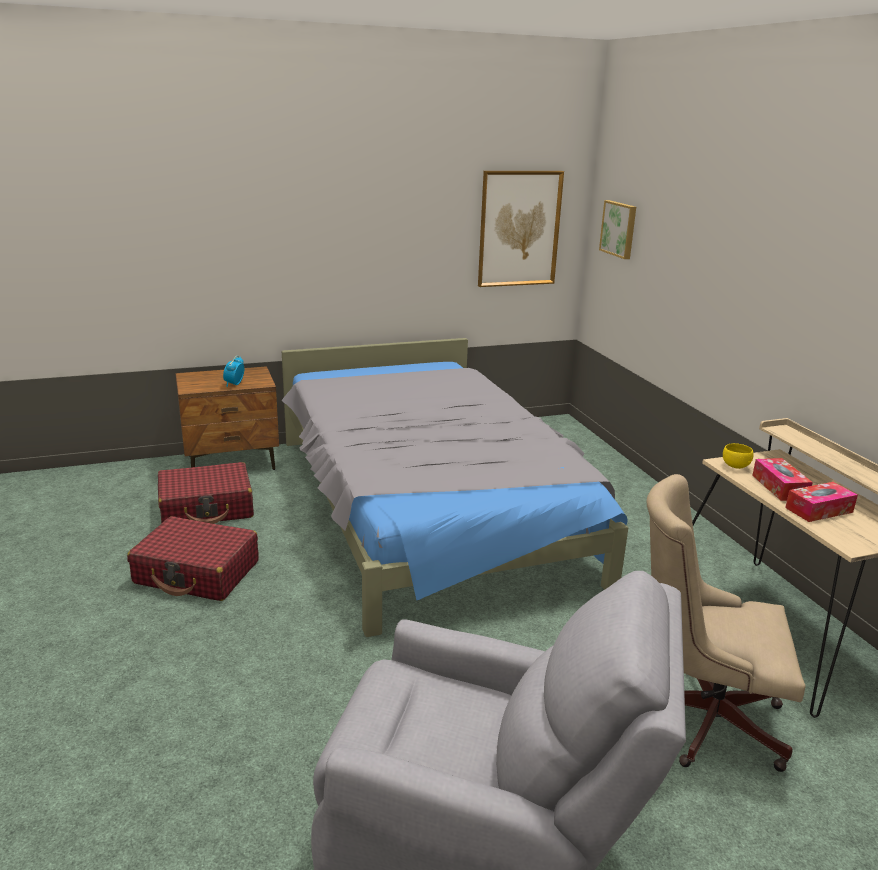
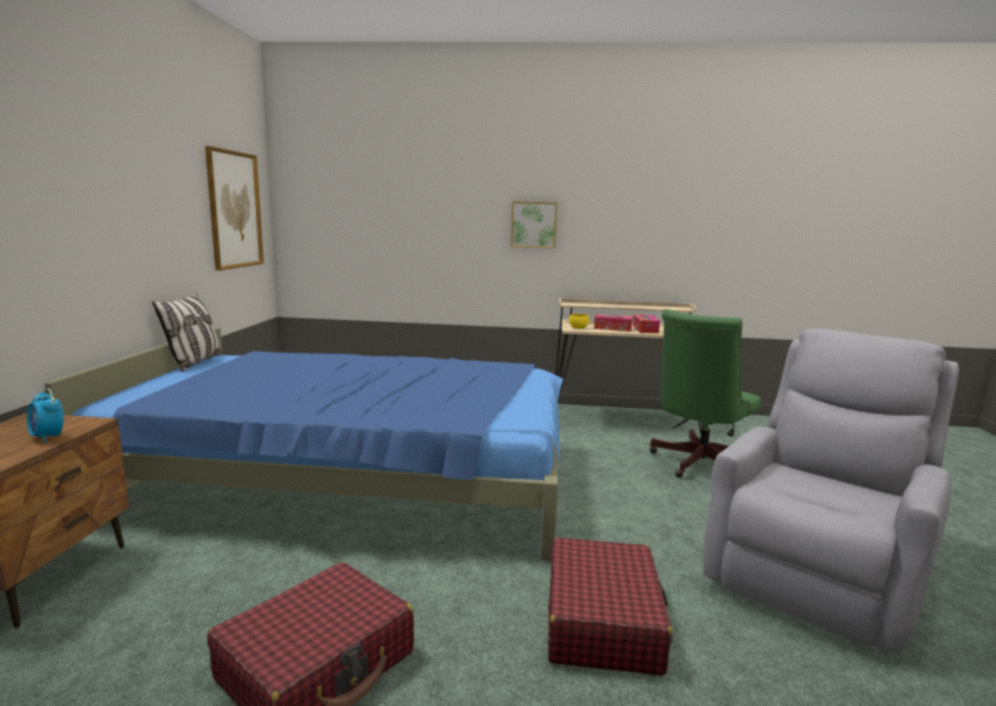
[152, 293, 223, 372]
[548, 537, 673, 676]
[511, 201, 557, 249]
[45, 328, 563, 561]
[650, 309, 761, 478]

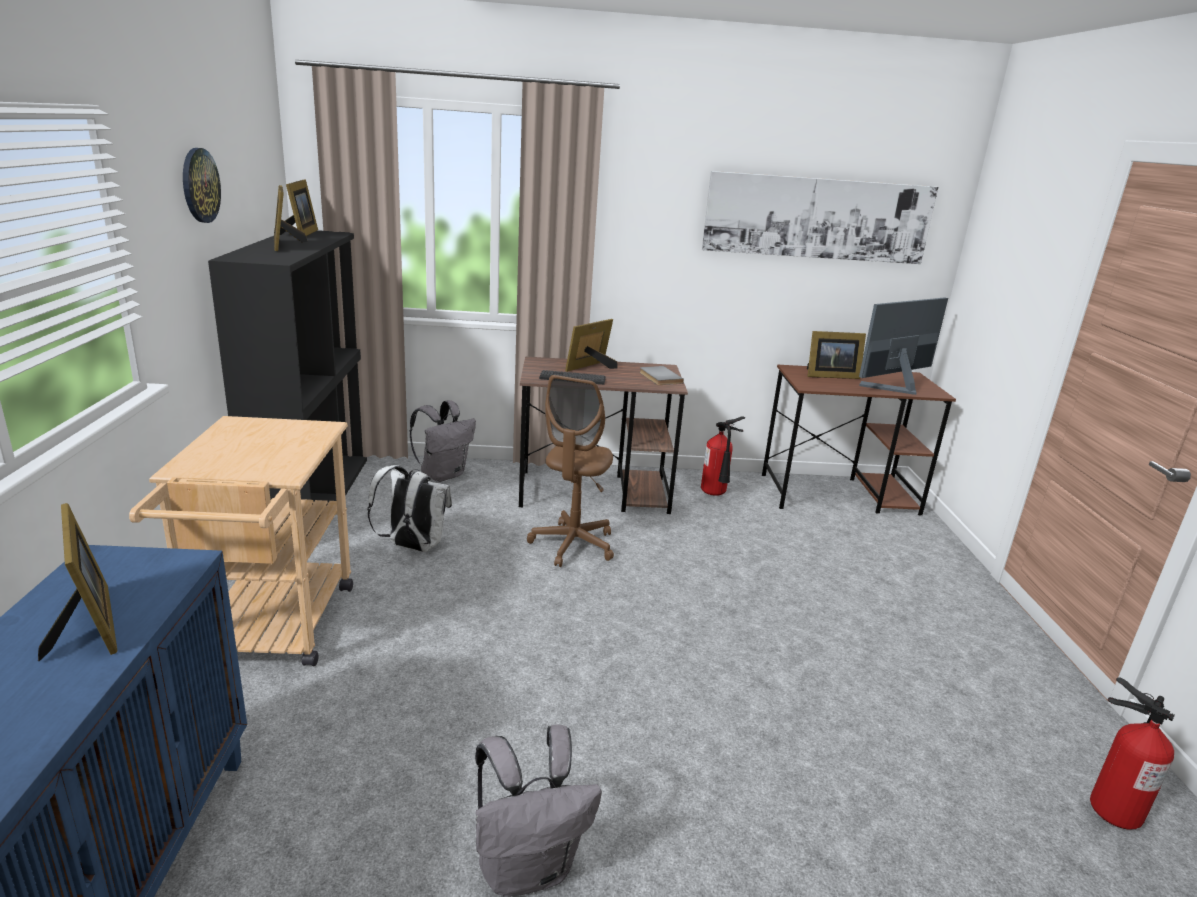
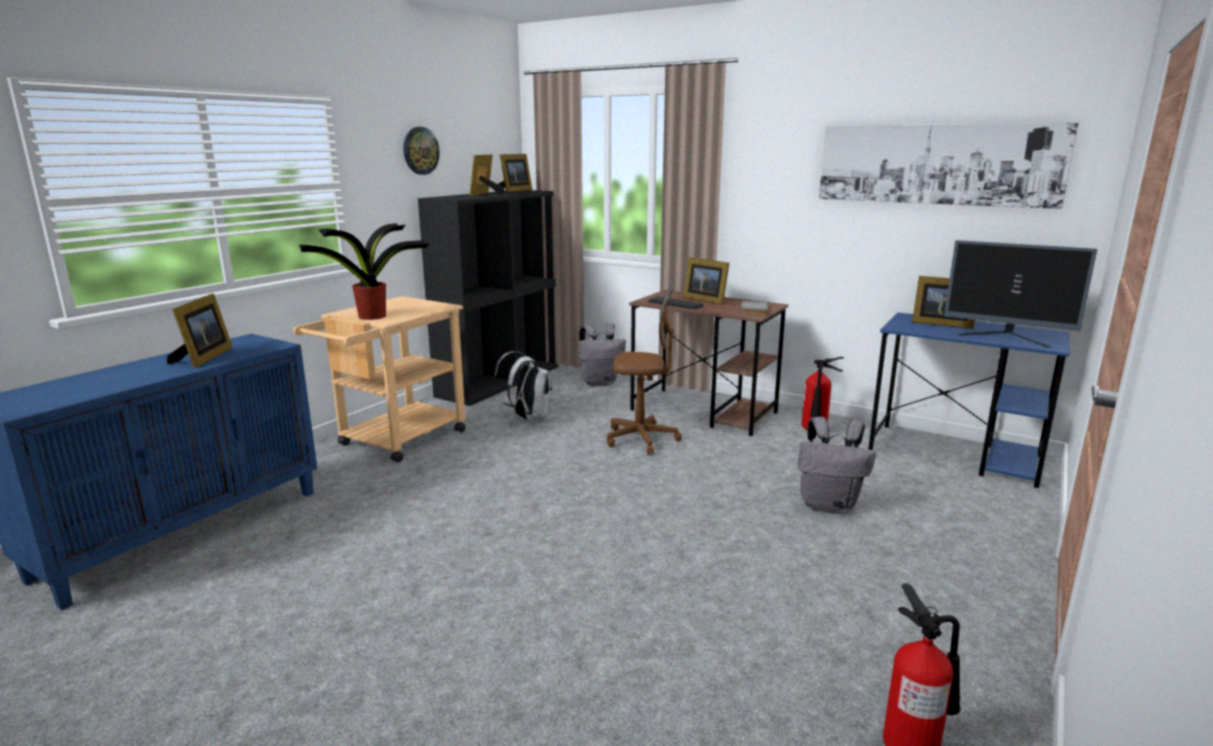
[299, 223, 429, 320]
[798, 417, 876, 514]
[868, 312, 1070, 488]
[607, 282, 682, 455]
[683, 257, 729, 305]
[944, 240, 1097, 348]

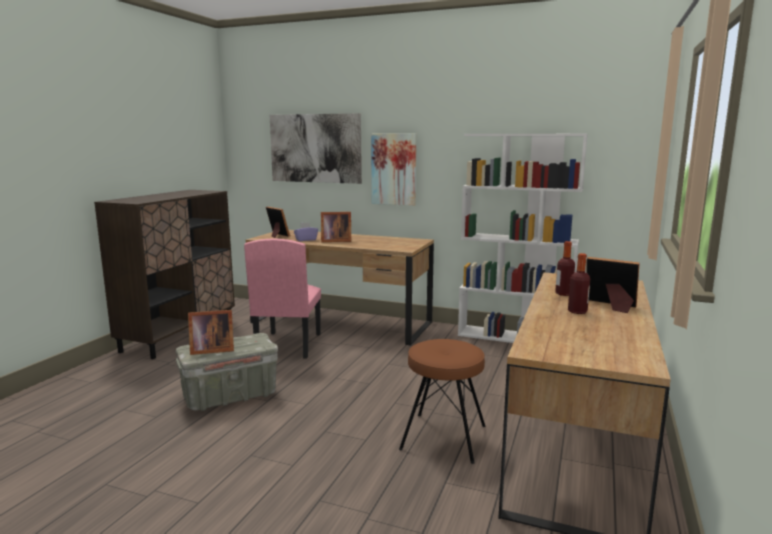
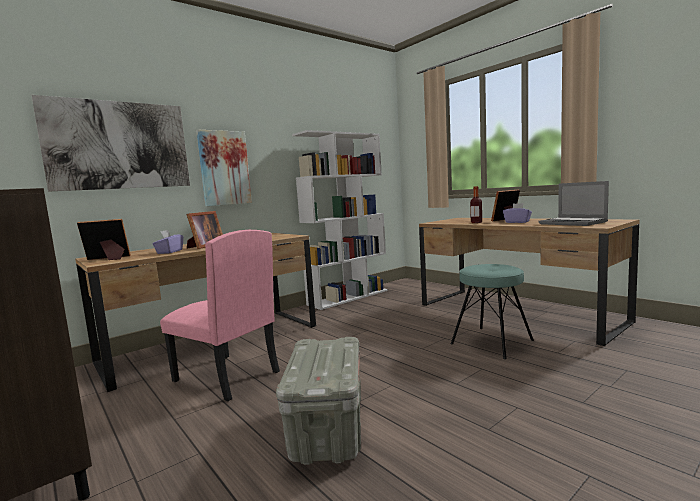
[188, 310, 234, 355] (first image)
[539, 181, 609, 226]
[503, 203, 532, 223]
[451, 264, 534, 359]

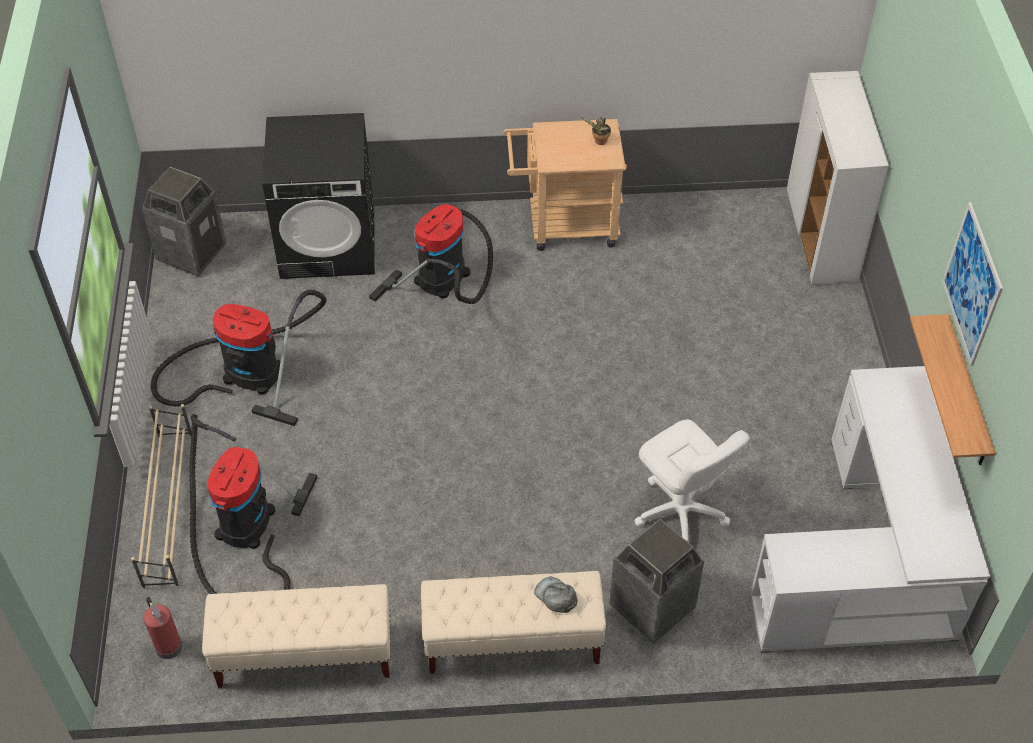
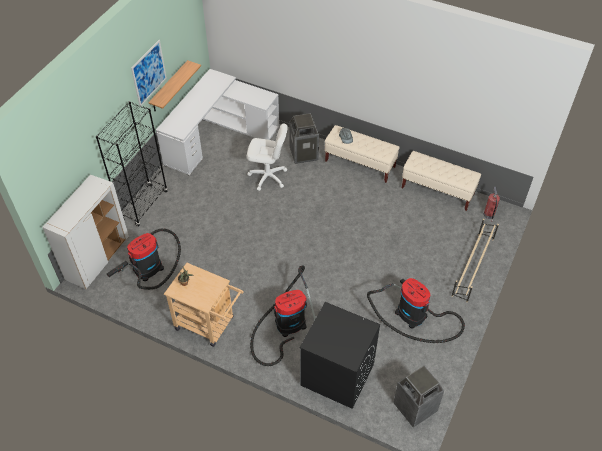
[96, 101, 168, 227]
[107, 228, 181, 290]
[247, 124, 288, 191]

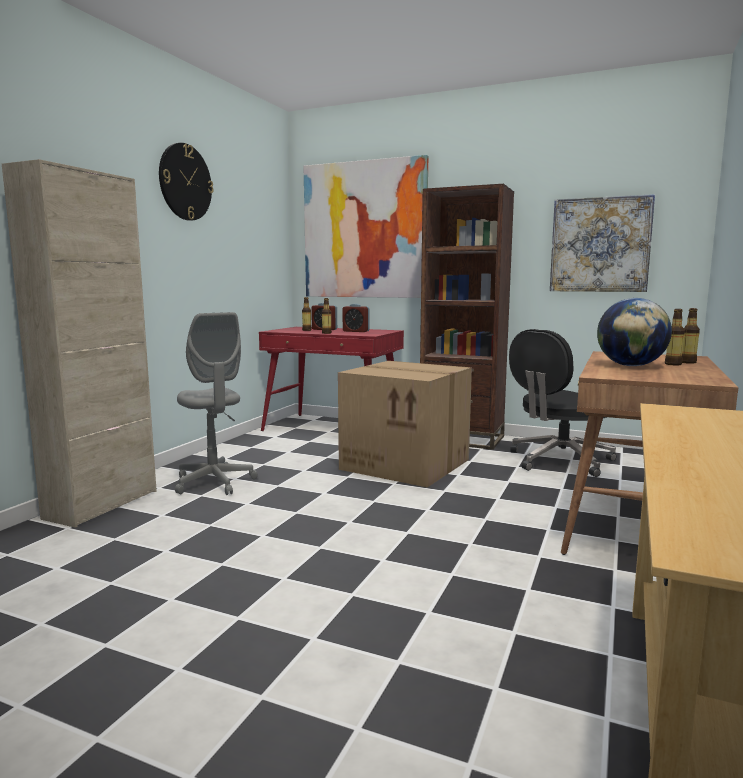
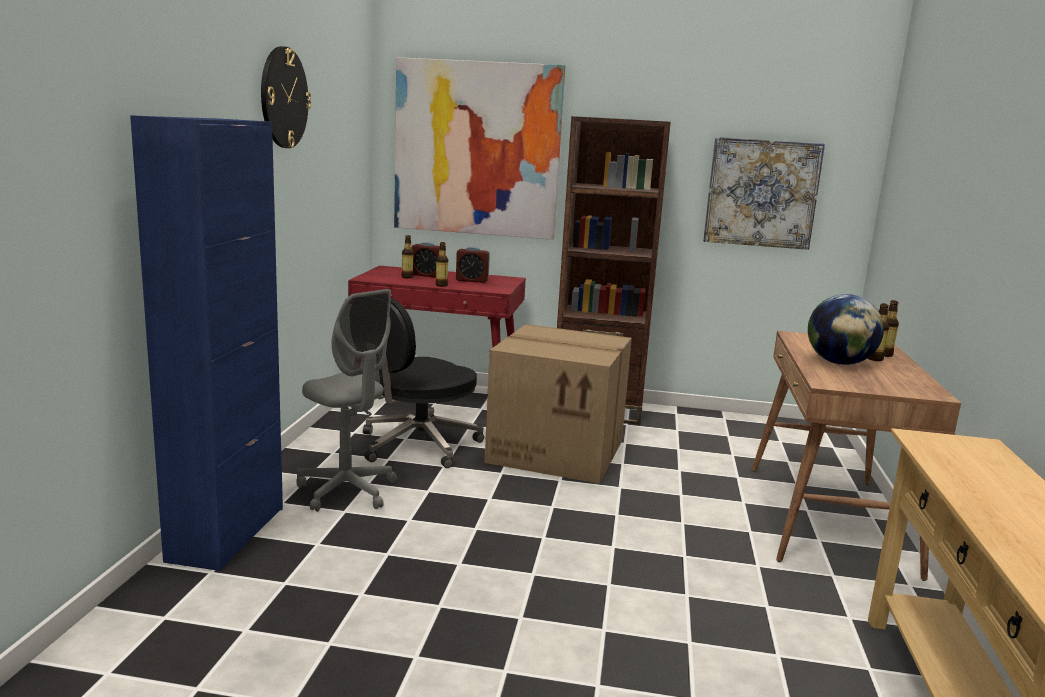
[363, 298, 484, 468]
[130, 115, 283, 571]

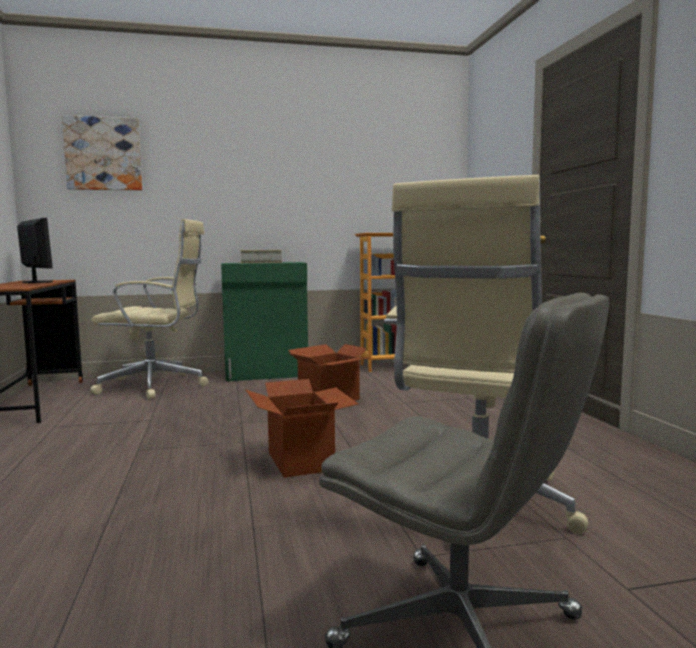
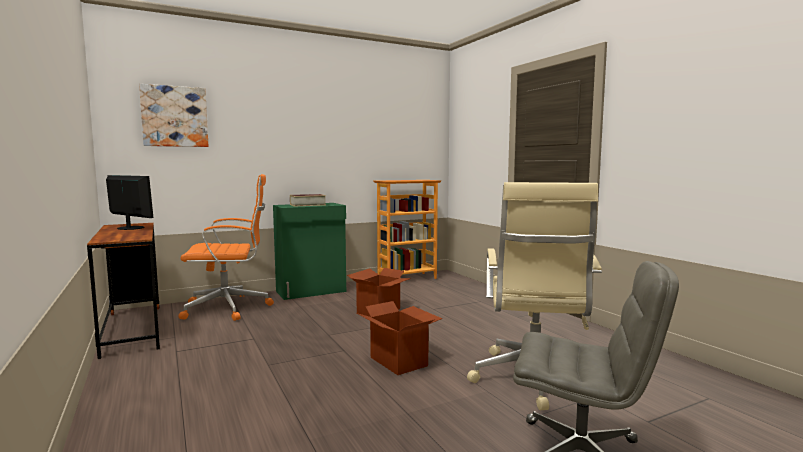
[179, 174, 274, 321]

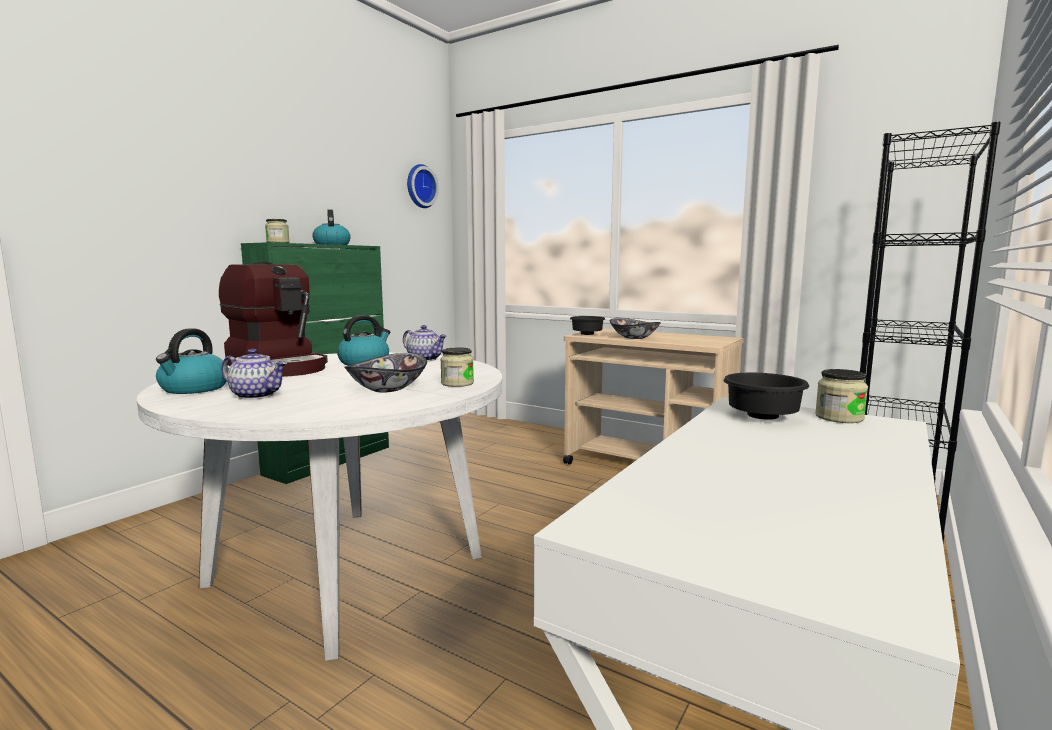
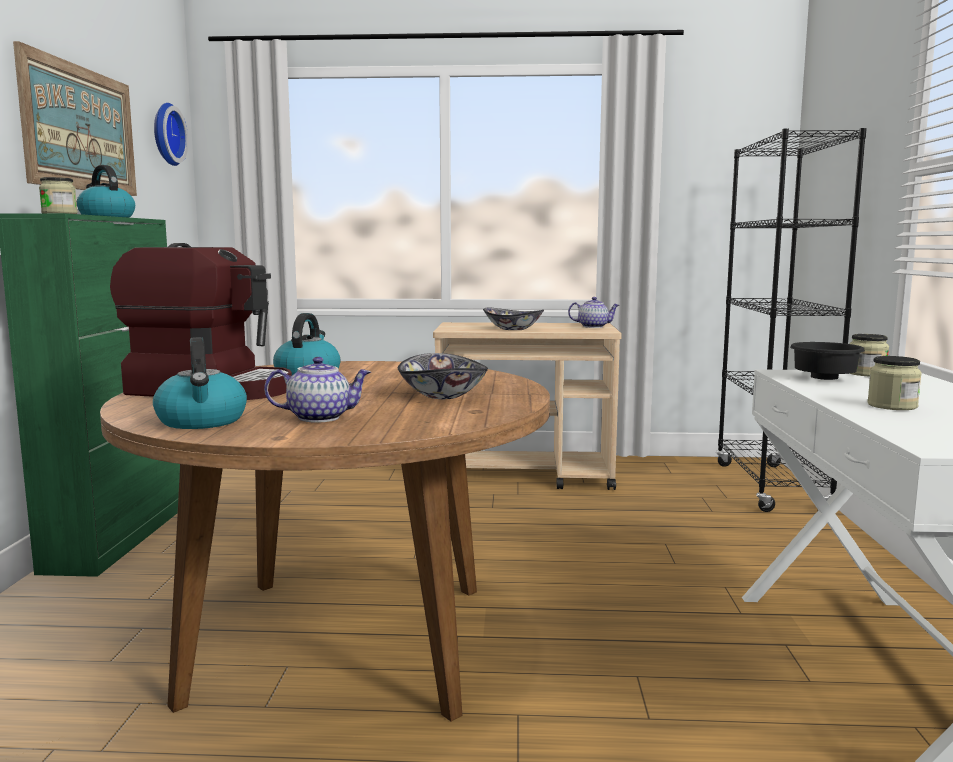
[570, 316, 605, 335] (first image)
[13, 41, 137, 196]
[568, 297, 619, 328]
[867, 356, 922, 410]
[100, 361, 550, 721]

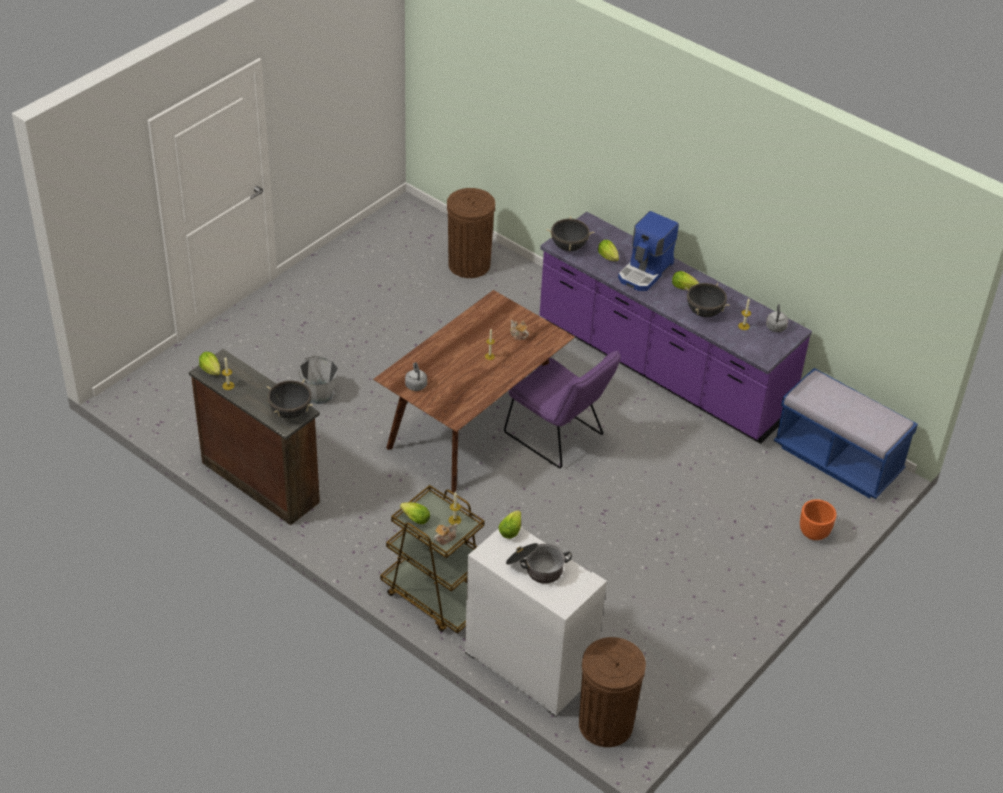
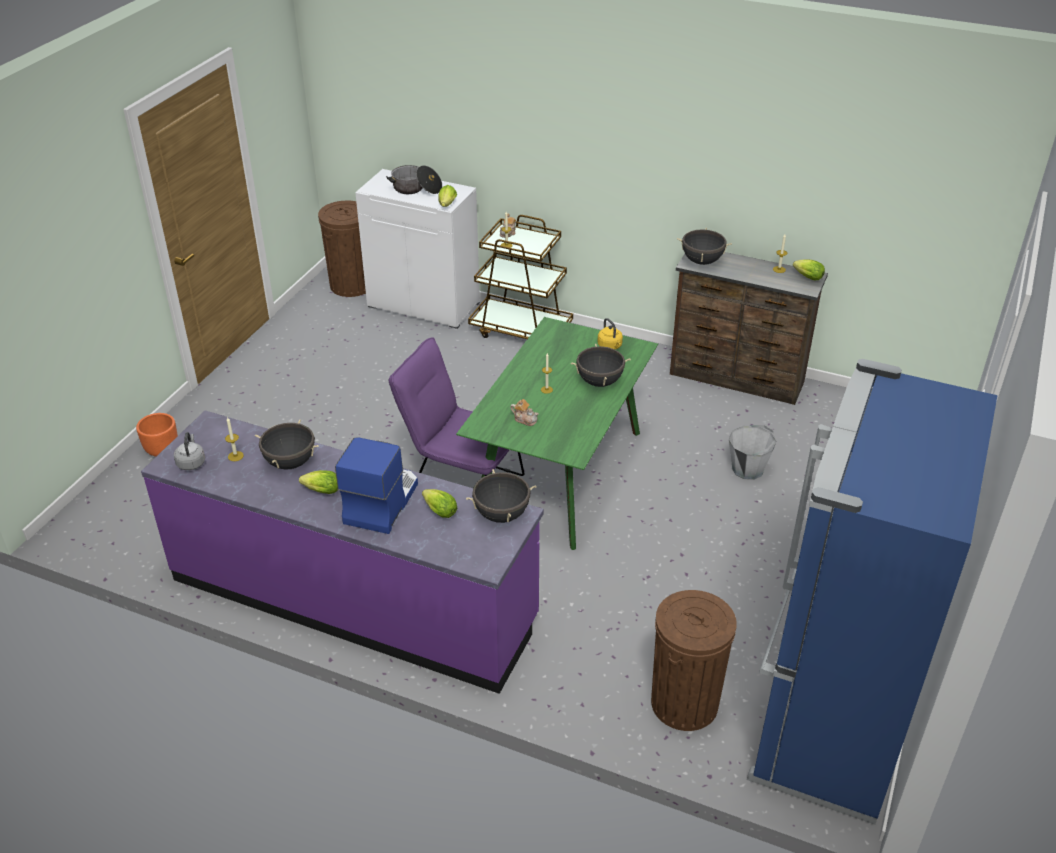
[400, 502, 430, 524] (first image)
[774, 368, 918, 499] (first image)
[571, 344, 631, 387]
[747, 359, 998, 825]
[456, 317, 658, 550]
[597, 318, 623, 350]

